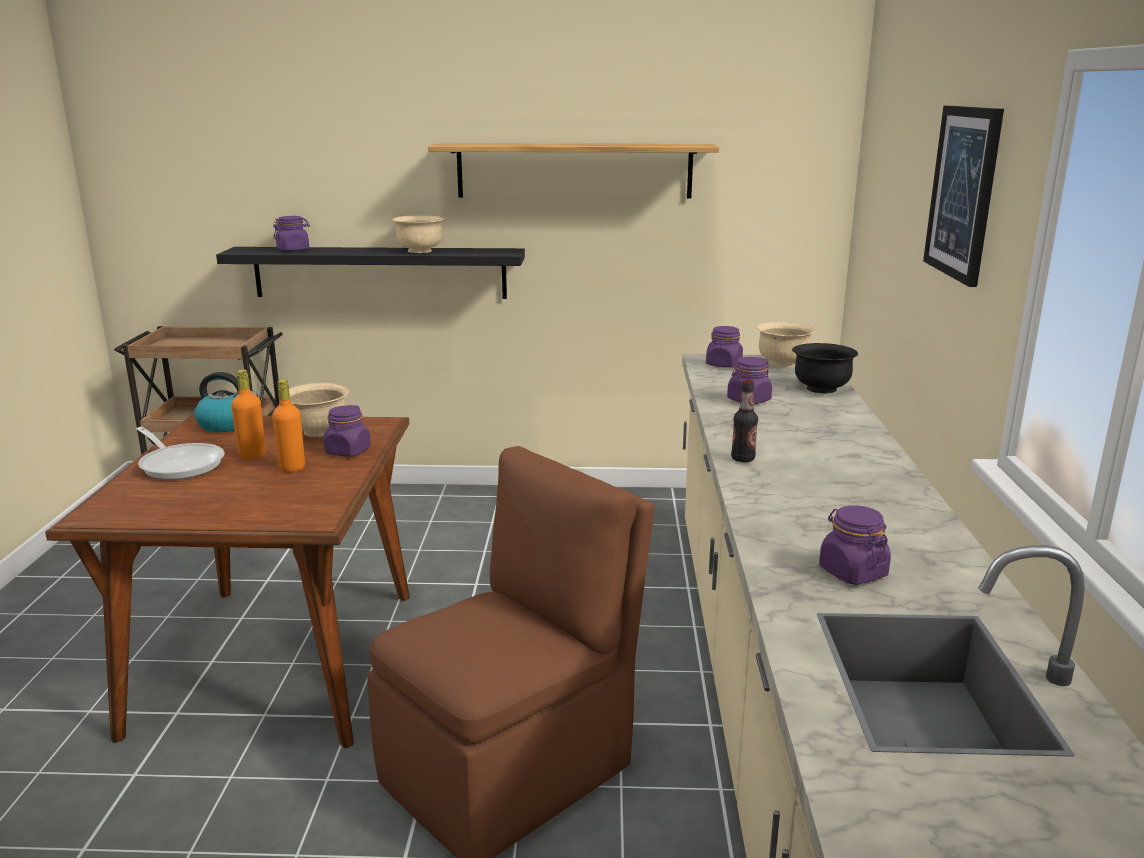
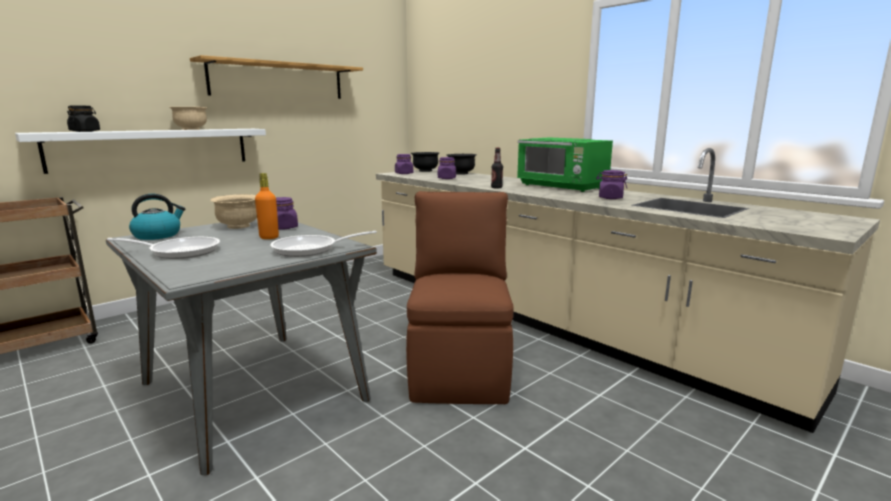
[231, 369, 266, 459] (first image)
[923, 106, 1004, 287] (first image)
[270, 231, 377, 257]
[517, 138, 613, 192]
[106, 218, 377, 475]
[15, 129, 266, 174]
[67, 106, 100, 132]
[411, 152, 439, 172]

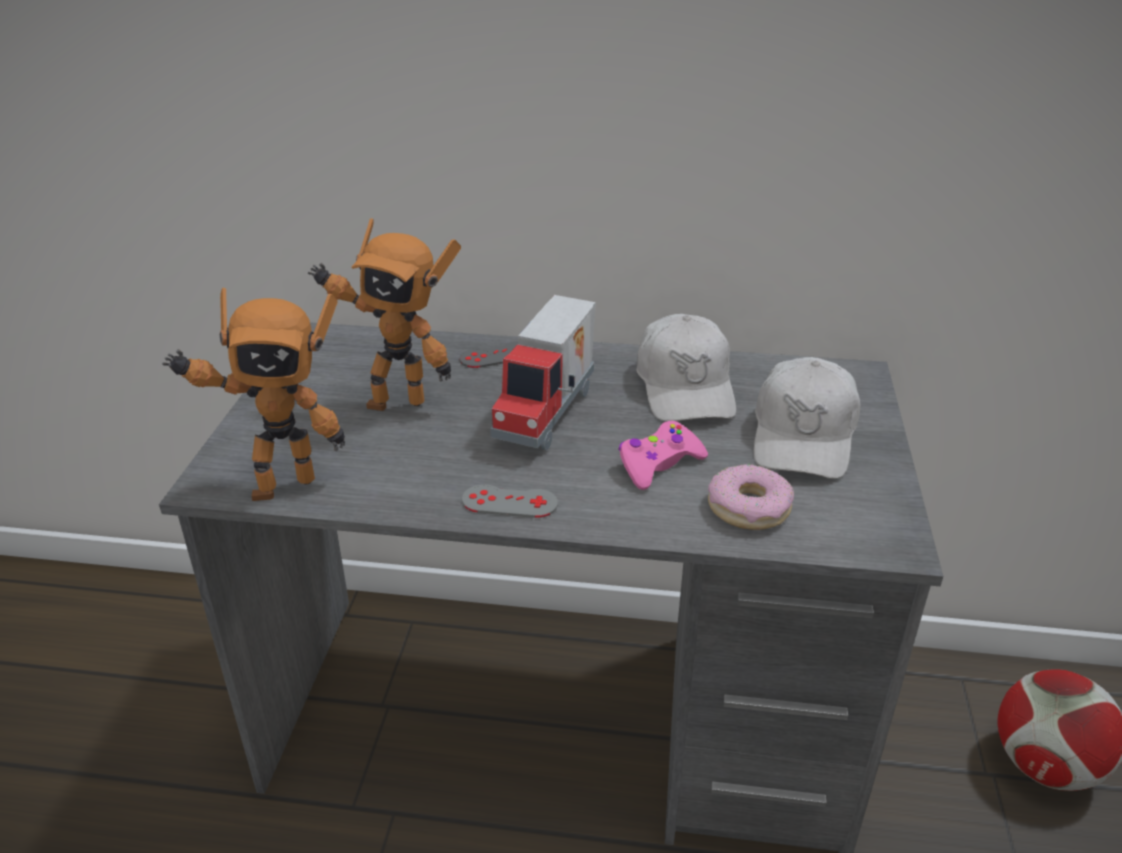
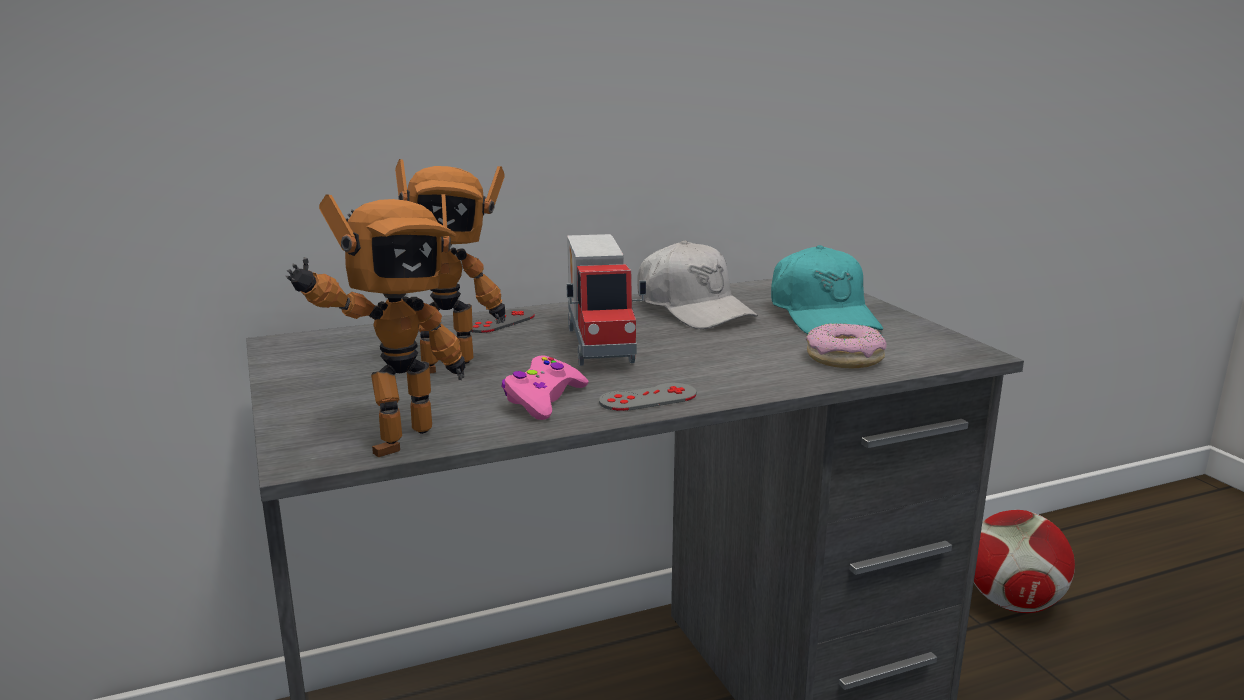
[502, 355, 589, 420]
[771, 245, 883, 334]

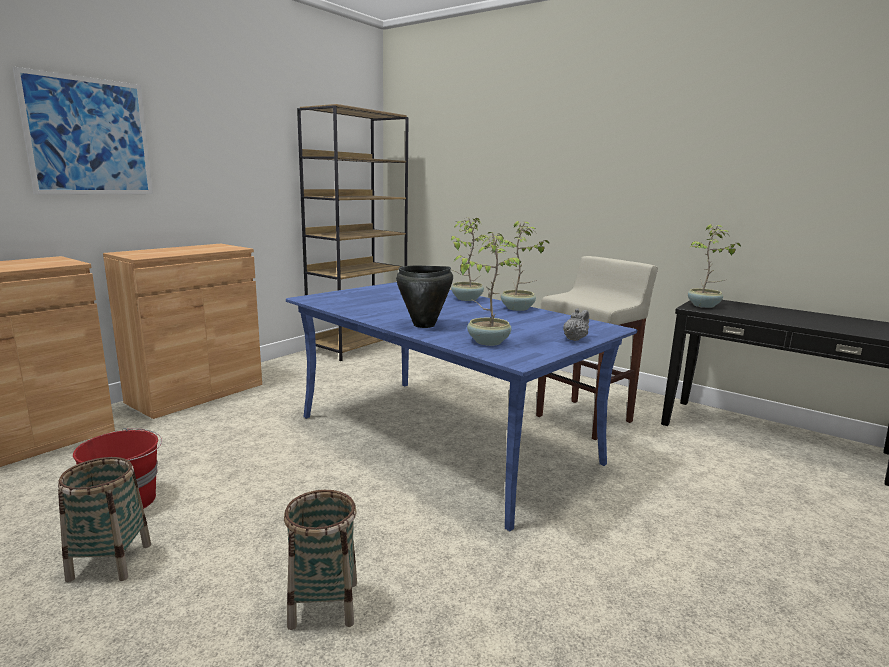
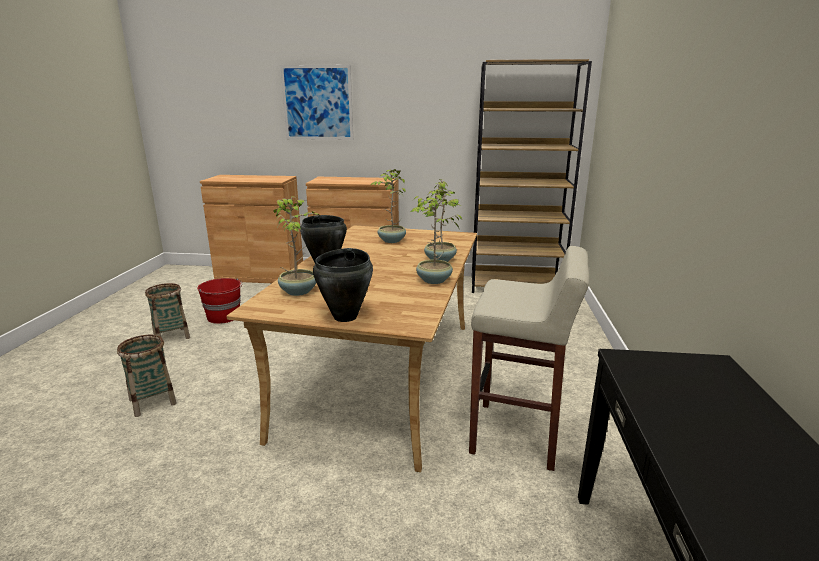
[371, 169, 406, 243]
[313, 248, 373, 322]
[227, 225, 477, 472]

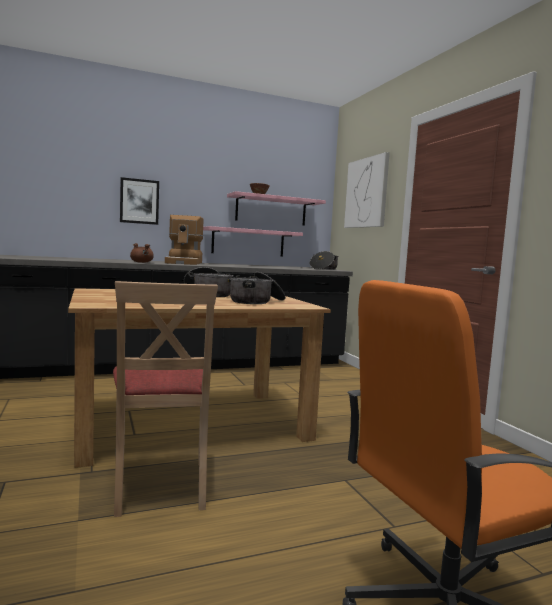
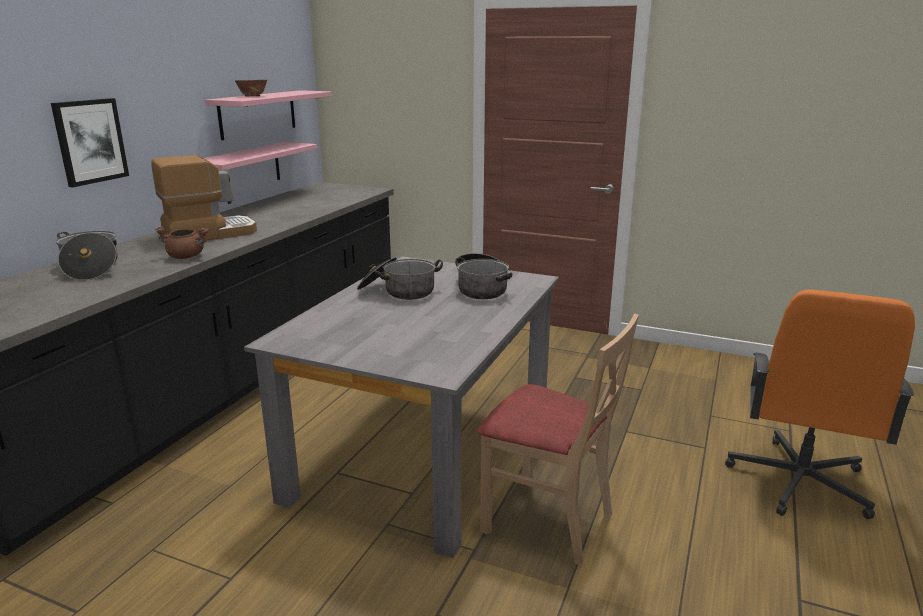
[344, 152, 390, 228] (first image)
[56, 231, 117, 280]
[244, 256, 559, 558]
[151, 155, 257, 240]

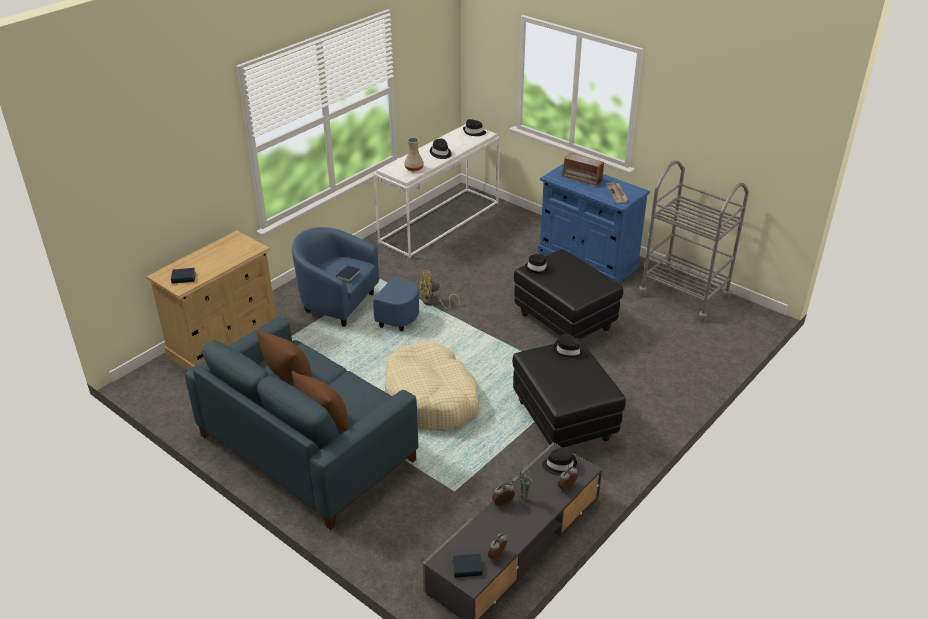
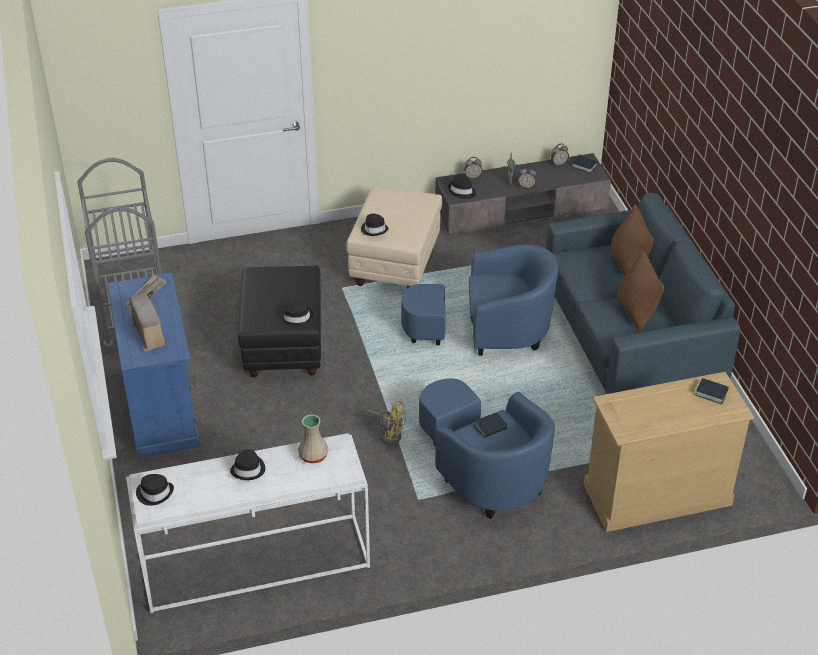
[401, 244, 558, 356]
[346, 185, 442, 288]

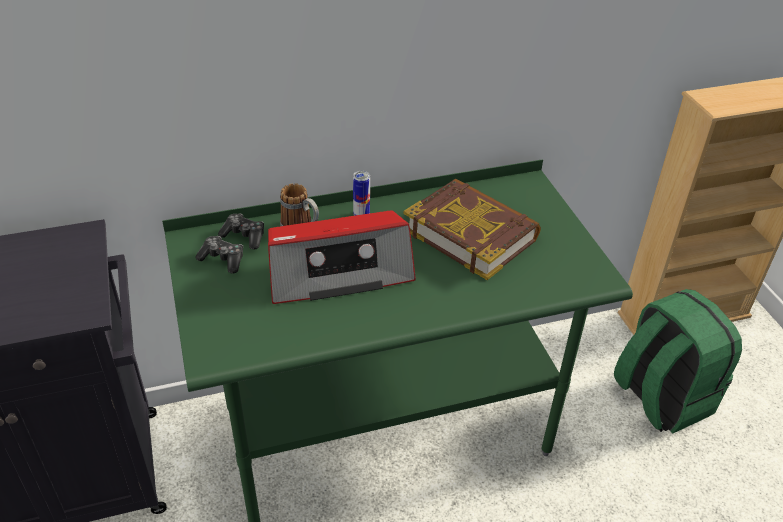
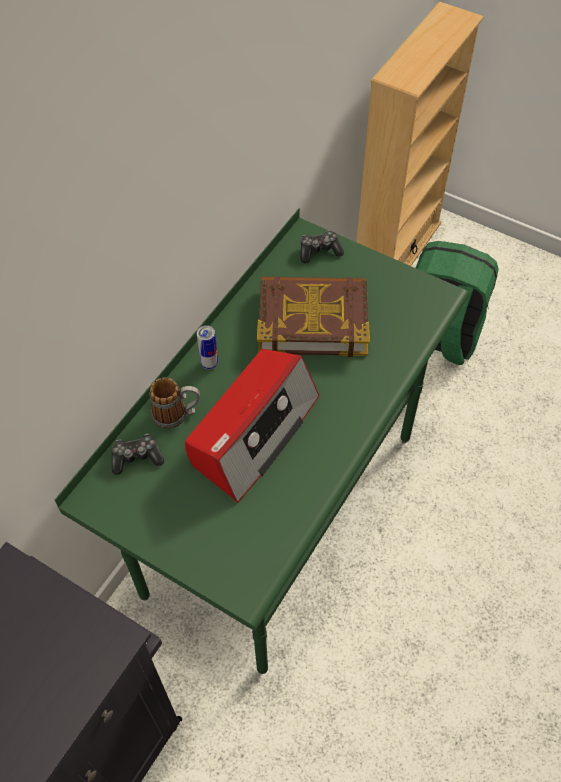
[300, 230, 344, 263]

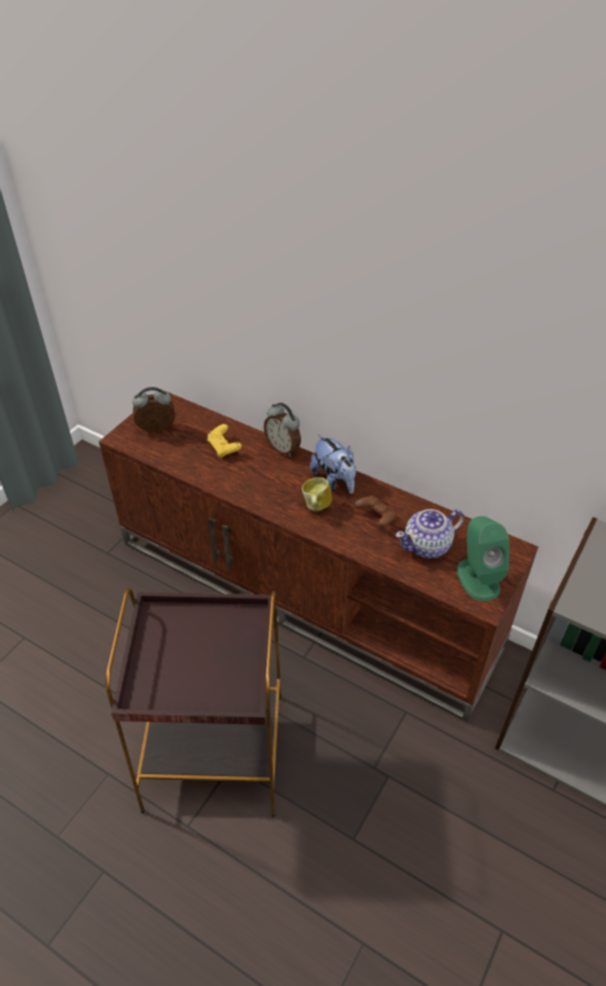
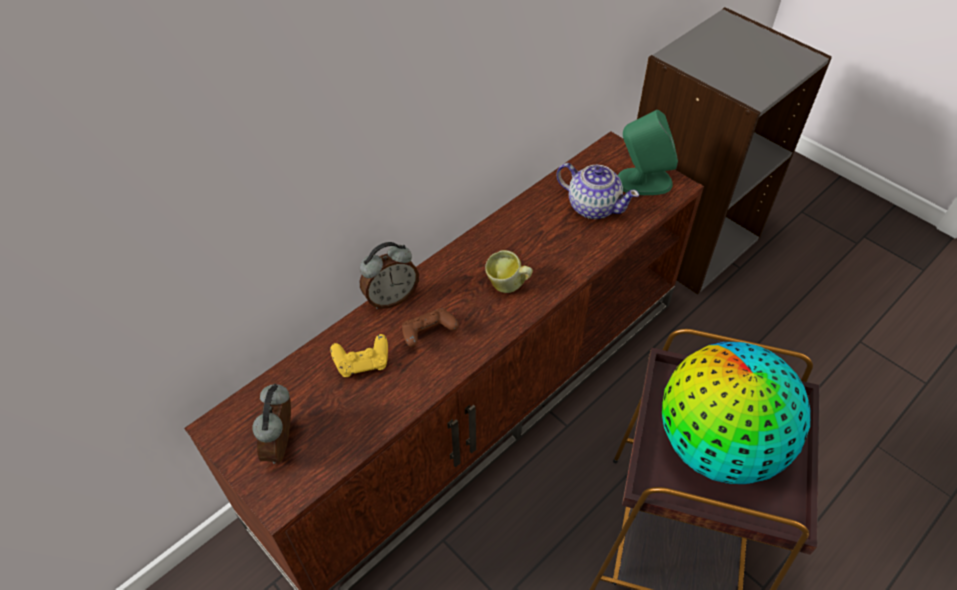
[310, 434, 356, 494] (first image)
[662, 342, 810, 484]
[402, 308, 459, 347]
[556, 163, 639, 219]

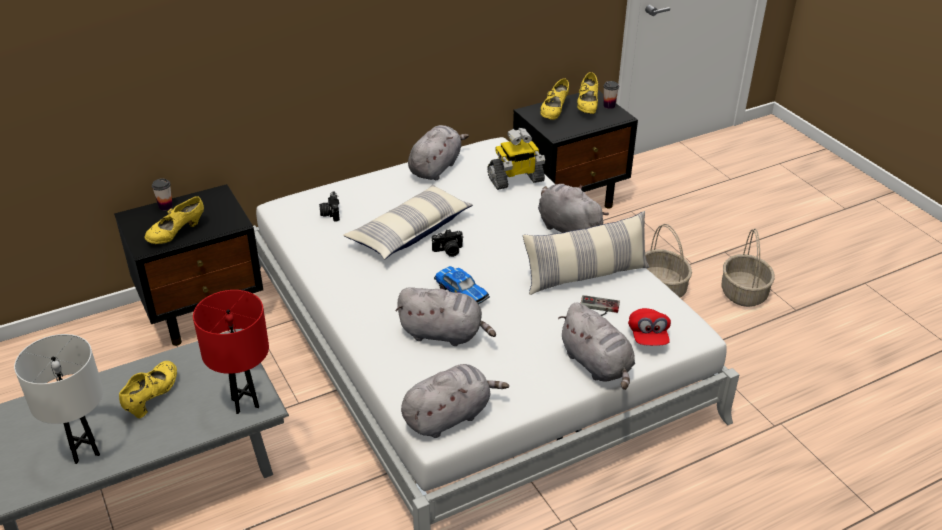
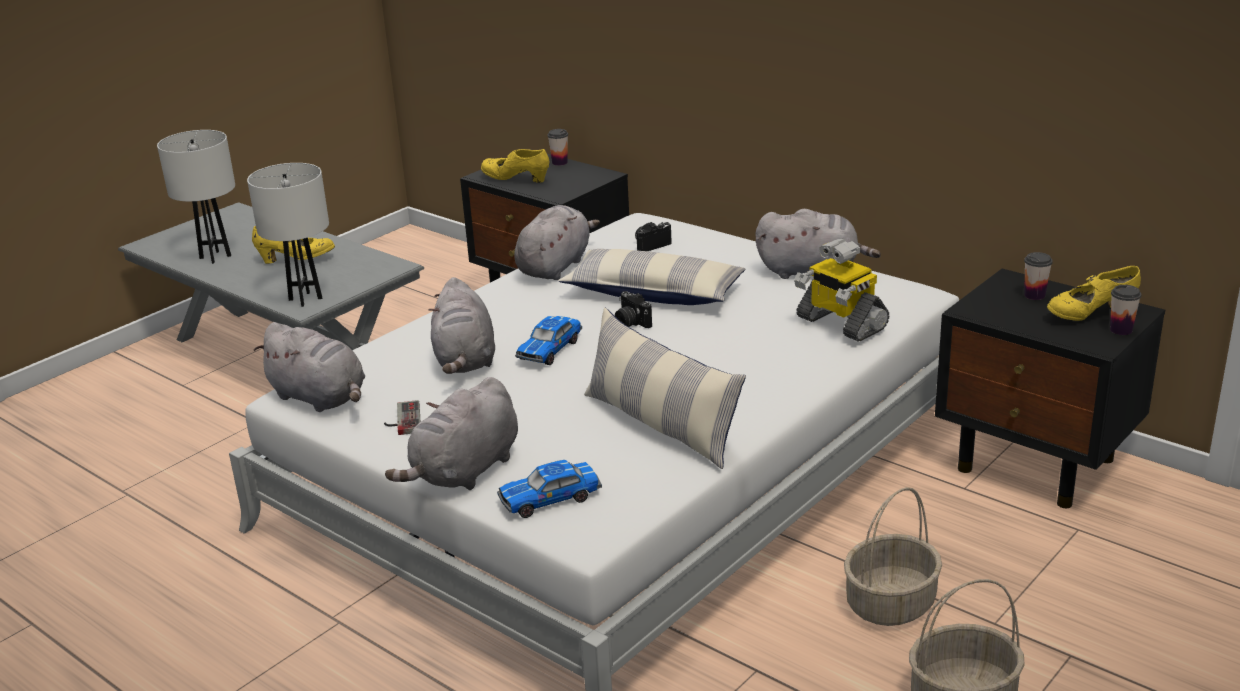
[514, 205, 600, 280]
[384, 400, 420, 435]
[1024, 252, 1053, 300]
[497, 460, 602, 518]
[247, 163, 329, 307]

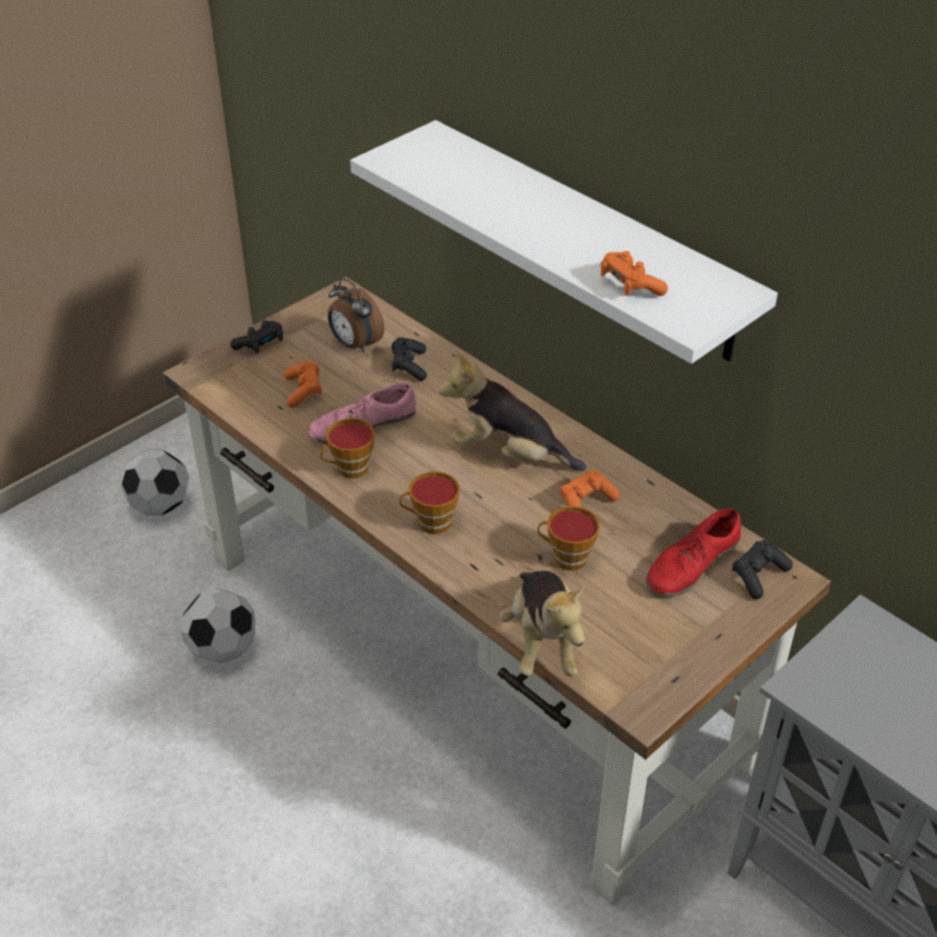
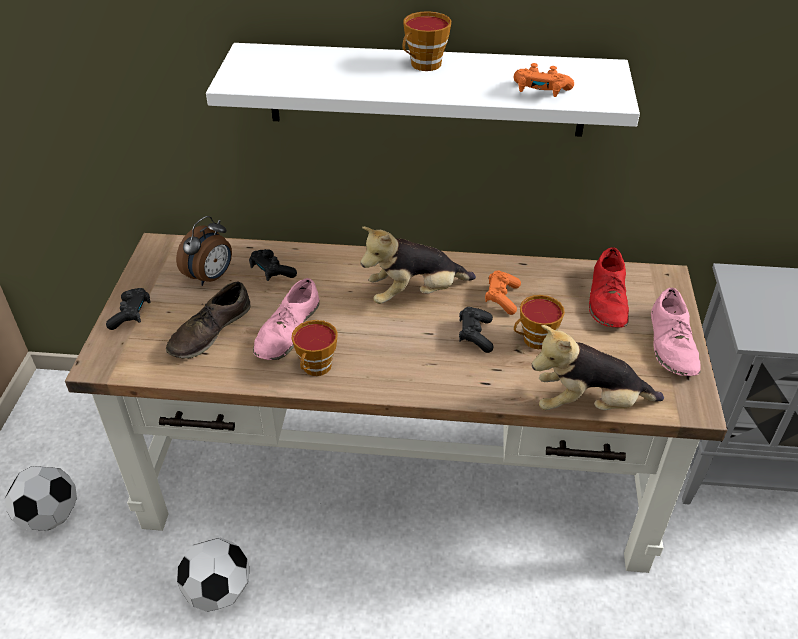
[651, 288, 701, 376]
[403, 11, 451, 71]
[459, 307, 493, 353]
[166, 281, 250, 359]
[176, 216, 232, 286]
[532, 325, 664, 410]

